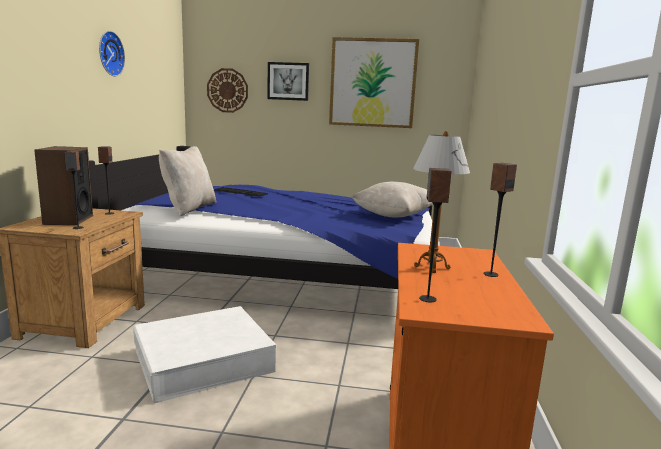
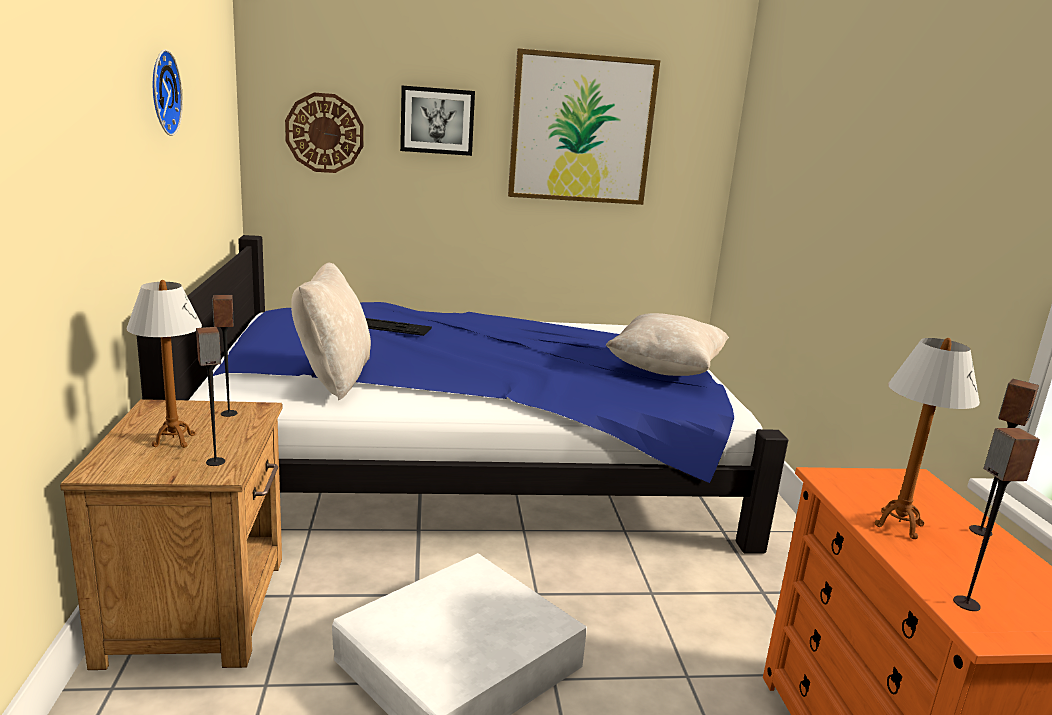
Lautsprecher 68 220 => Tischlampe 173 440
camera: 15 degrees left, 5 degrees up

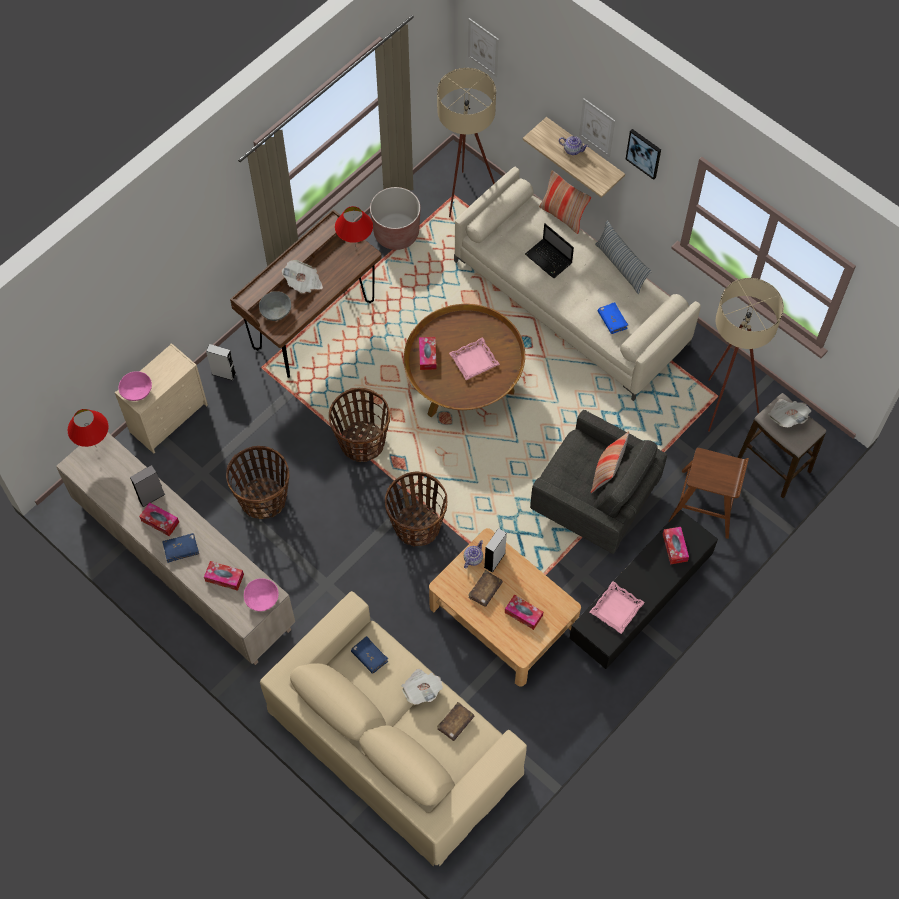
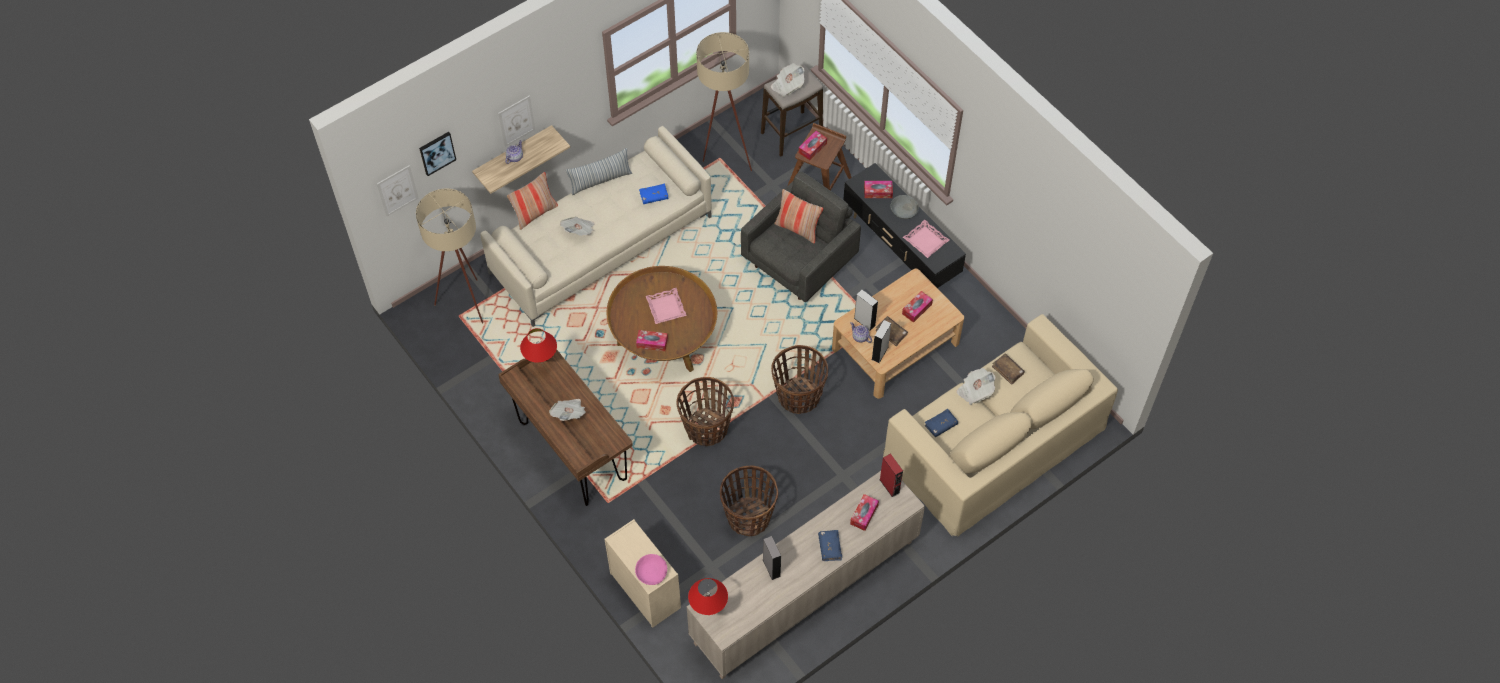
Taschentuchbox 160 521 => Taschentuchbox 812 148, moved
Lautsprecher (grau) 224 373 => Lautsprecher (grau) 880 353, moved
Schüssel (rosa) 262 599 => Lautsprecher (rot) 889 486
Schüssel (grau) 276 311 => Schüssel (grau) 903 212, moved
Pflanzkübel (braun) 396 233 => nothing
Laptop 549 259 => Zeitung 579 231
Bild 644 153 => Bild 437 153, moved
camera: 80 degrees left, 5 degrees down

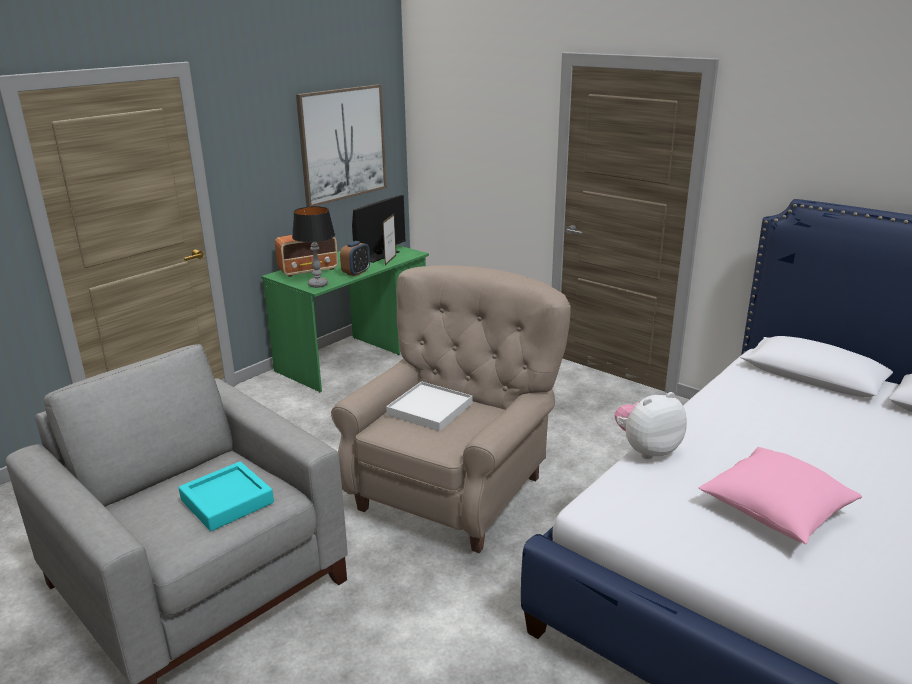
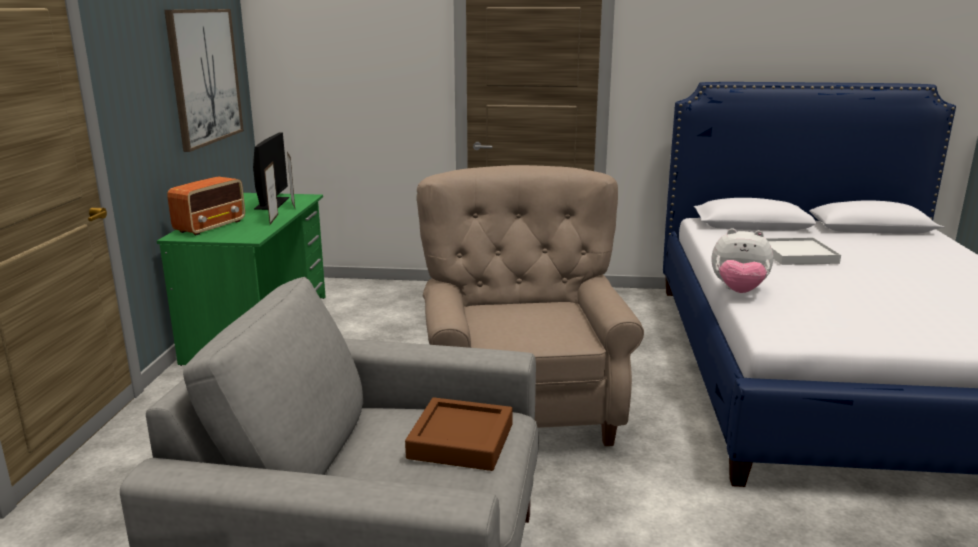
Tablett (türkis) 227 501 => Tablett (braun) 461 441
Tischlampe 318 284 => nothing
Wecker 356 273 => Bilderrahmen 274 220
Tablett (weiß) 429 409 => Tablett (weiß) 797 255, moved
Plüschtier 646 450 => Plüschtier 738 291, 105 degrees counterclockwise
Kissen (rosa) 774 512 => nothing
camera: 35 degrees left, 5 degrees down

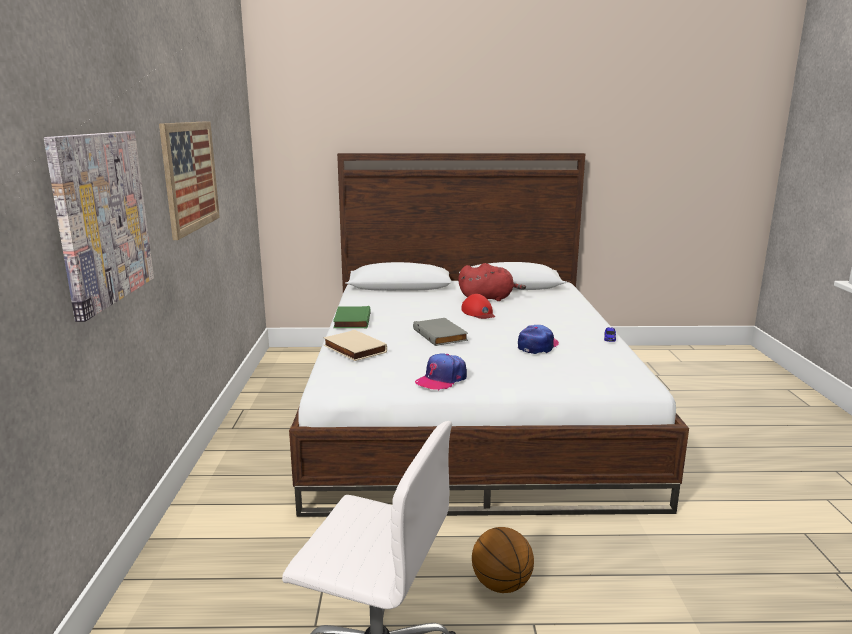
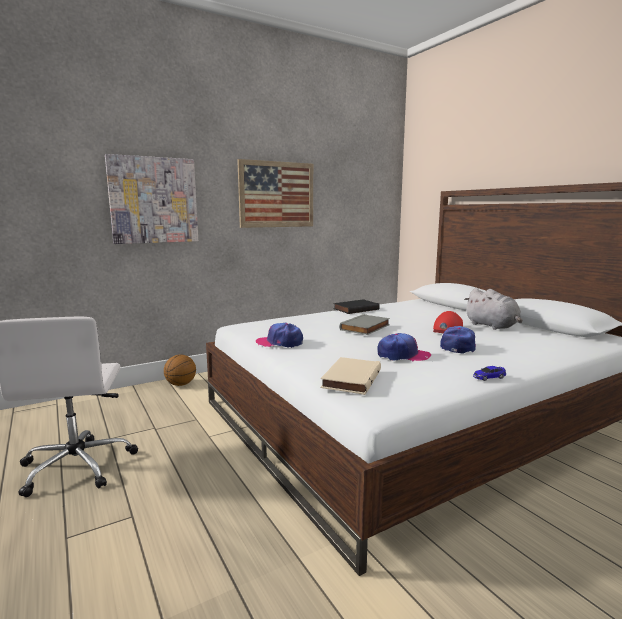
Buch (beige) 353 349 => Buch (beige) 350 379, moved
Buch (grün) 351 320 => Buch (schwarz) 355 309
Plüschtier (rot) 488 298 => Plüschtier (grau) 492 326
Basketball 501 584 => Basketball 181 384, moved
nothing => Kappe 458 346
camera: 60 degrees right, 5 degrees down

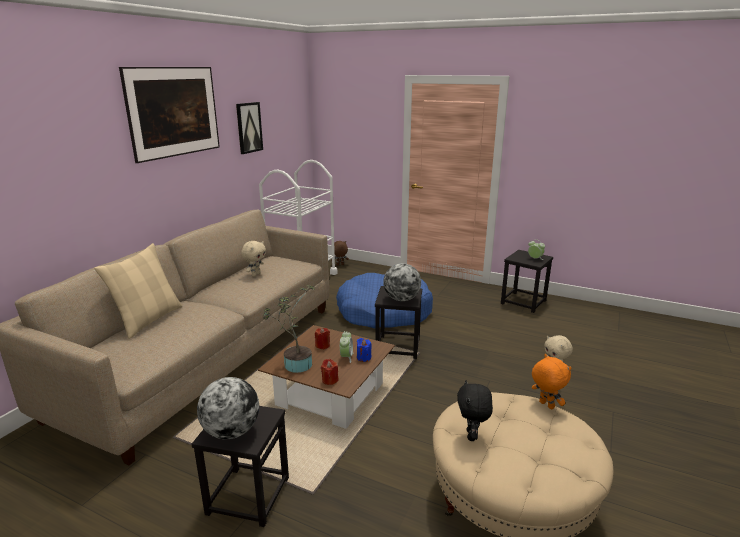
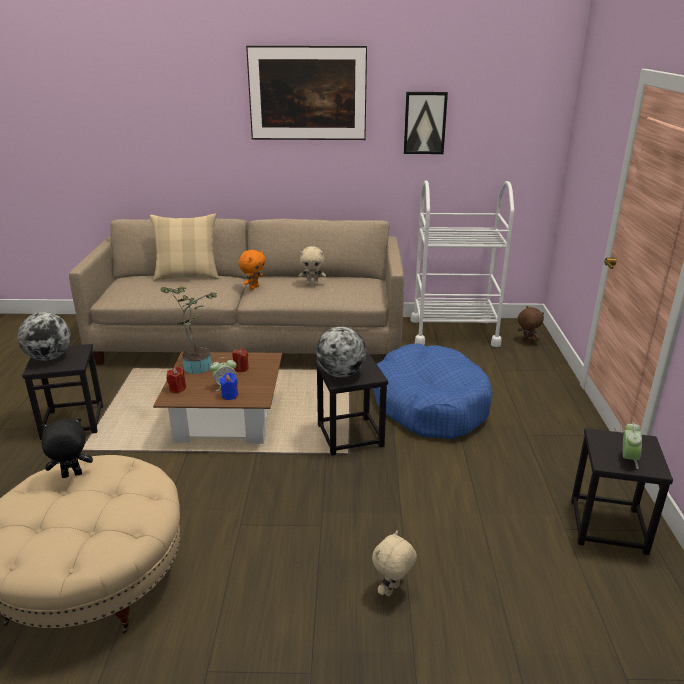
Plüschtier (orange) 545 405 => Plüschtier (orange) 253 288, moved
camera: 65 degrees right, 5 degrees up

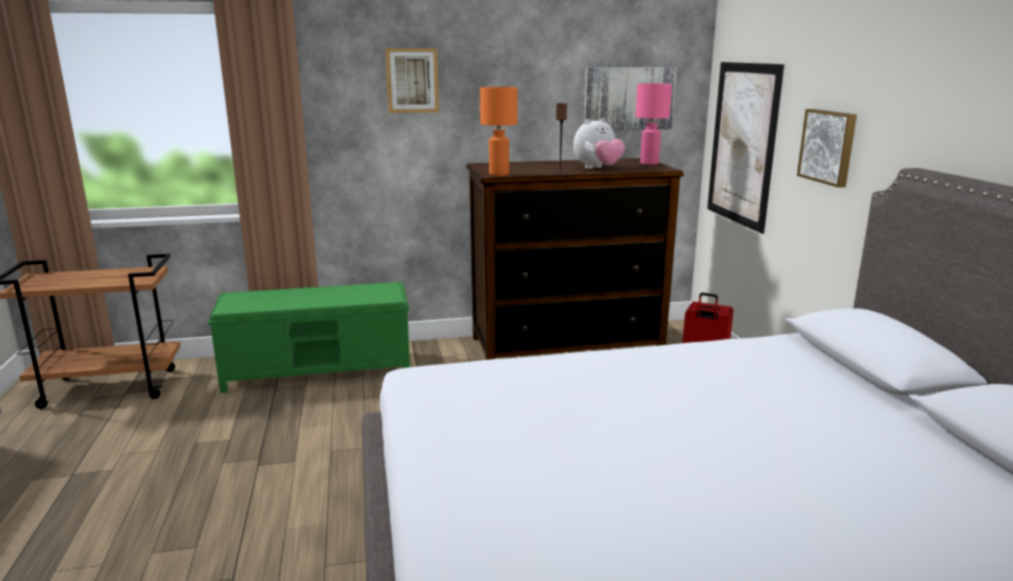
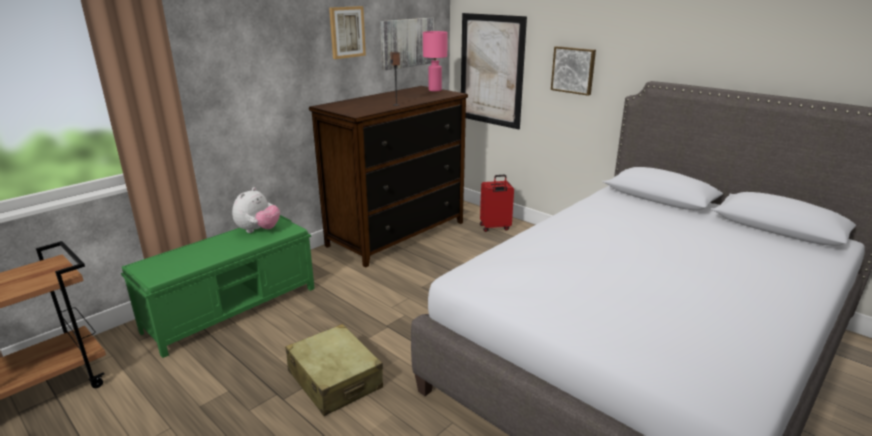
Bild 412 80 => Bild 347 32, moved
Tischlampe (orange) 498 174 => nothing
Plüschtier 597 168 => Plüschtier 258 230, moved
nothing => Koffer (beige) 335 380
camera: 35 degrees left, 5 degrees up

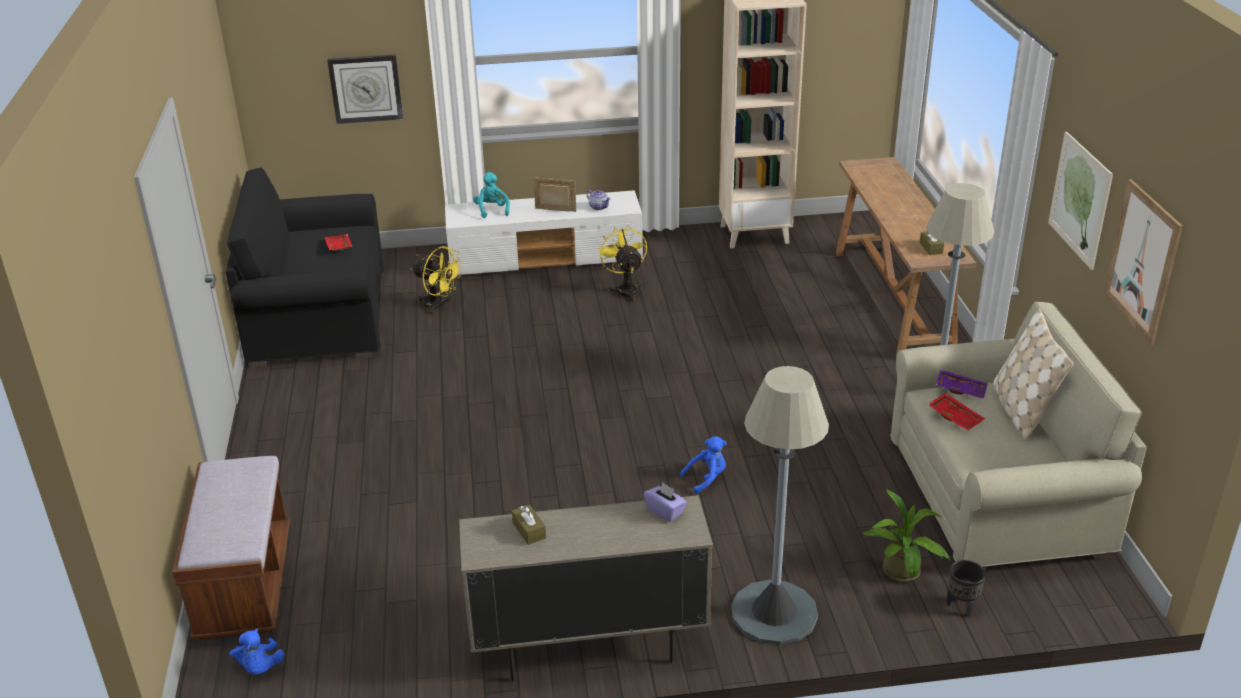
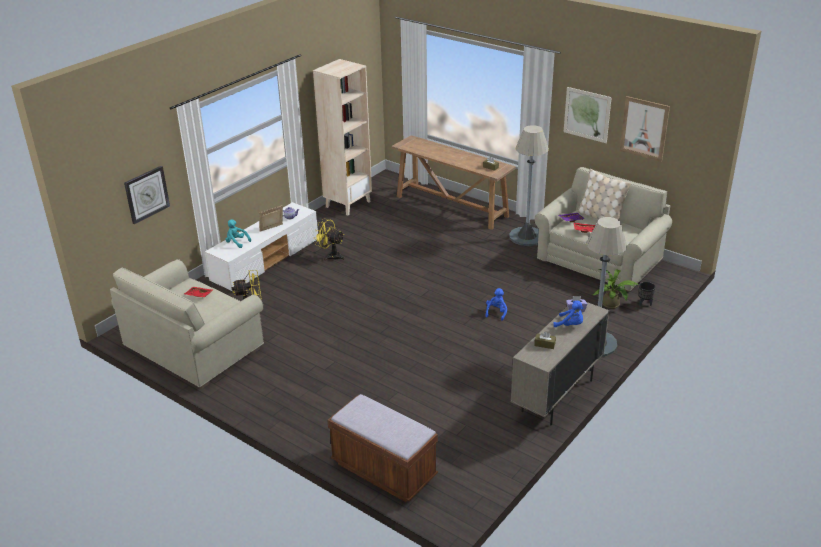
Sofa (schwarz) 319 317 => Sofa (beige) 193 347
Plüschtier (blau) 260 667 => Plüschtier (blau) 570 325, moved
camera: 45 degrees left, 0 degrees up

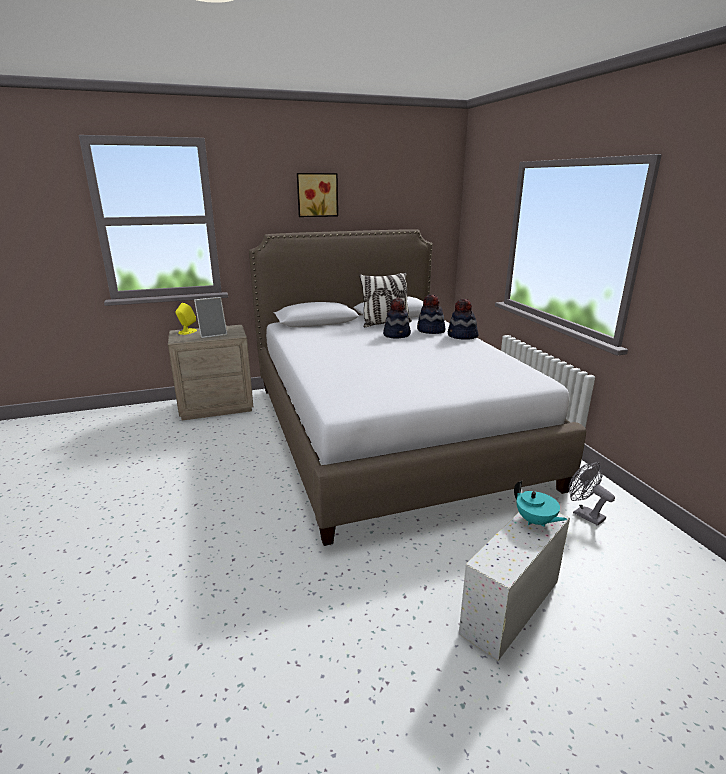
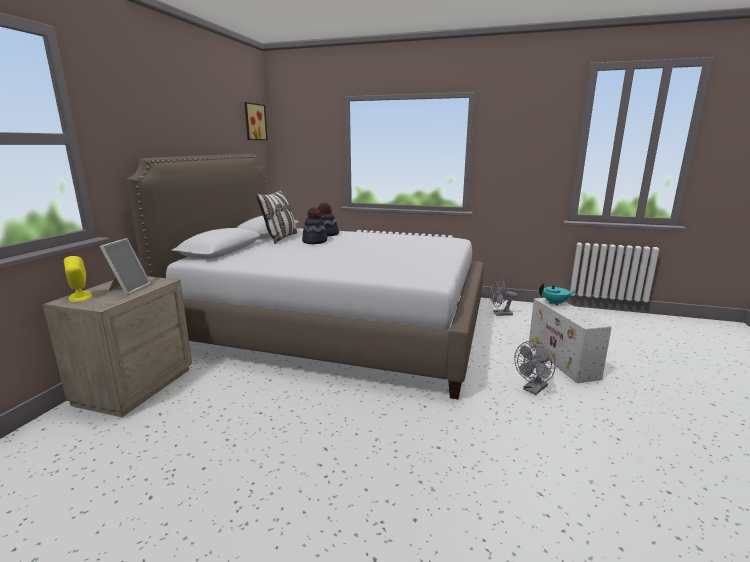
Bild 317 195 => Bild 254 122, moved
Hut 462 336 => nothing
nothing => Ventilator (grau) 533 390
camera: 55 degrees left, 5 degrees down

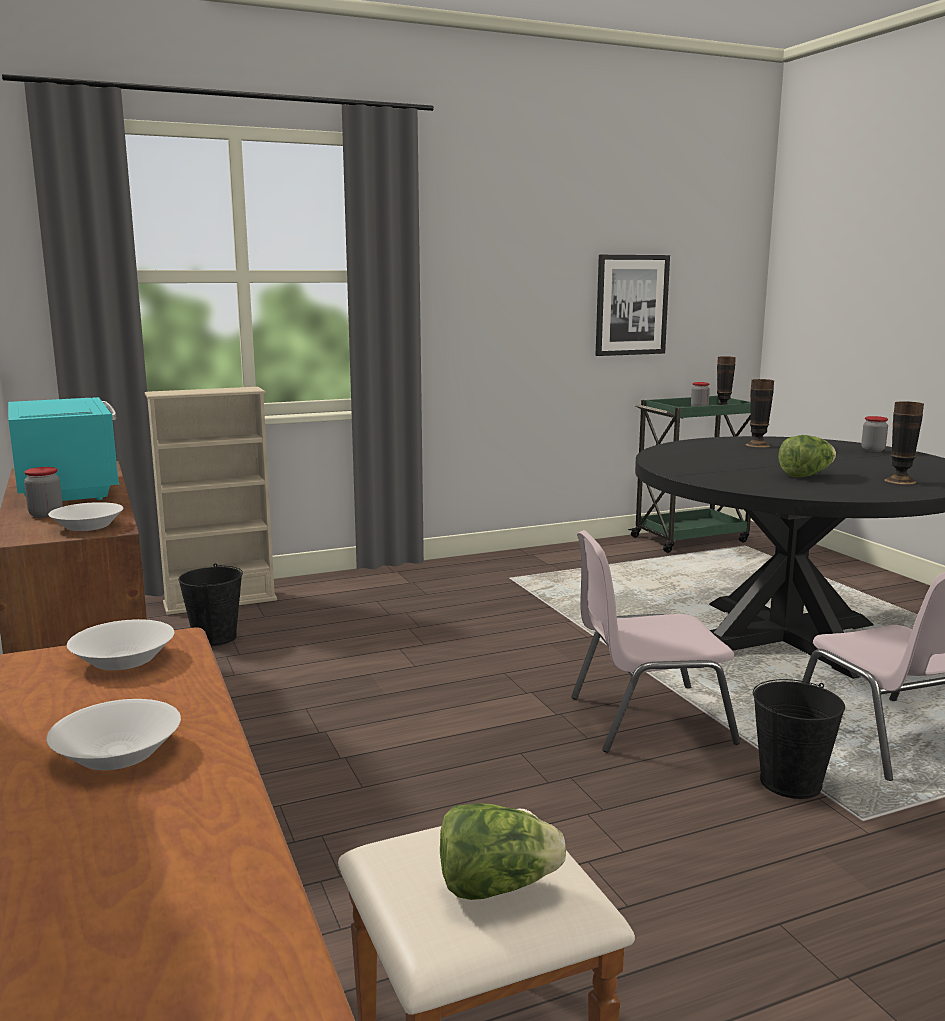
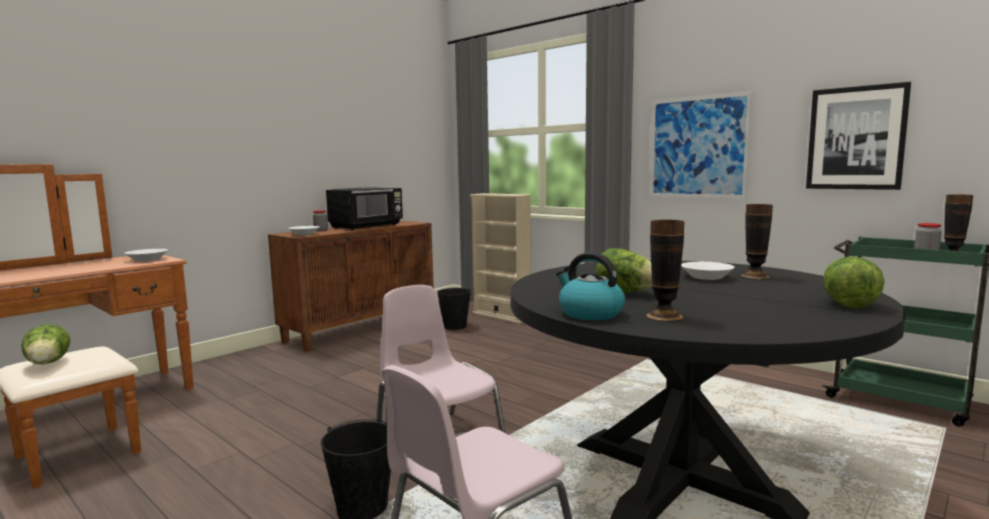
Mikrowelle (türkis) 68 489 => Mikrowelle (schwarz) 367 226
Schüssel (weiß) 118 754 => Schüssel (weiß) 706 277, moved
Vorratsglas 872 450 => Salatkopf 846 303
nothing => Wasserkessel 589 313
nothing => Bild 698 147
camera: 65 degrees right, 5 degrees down

